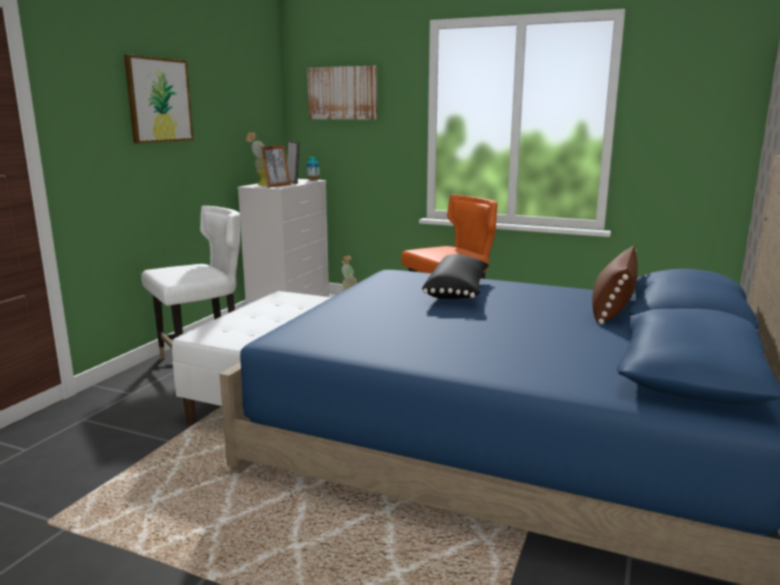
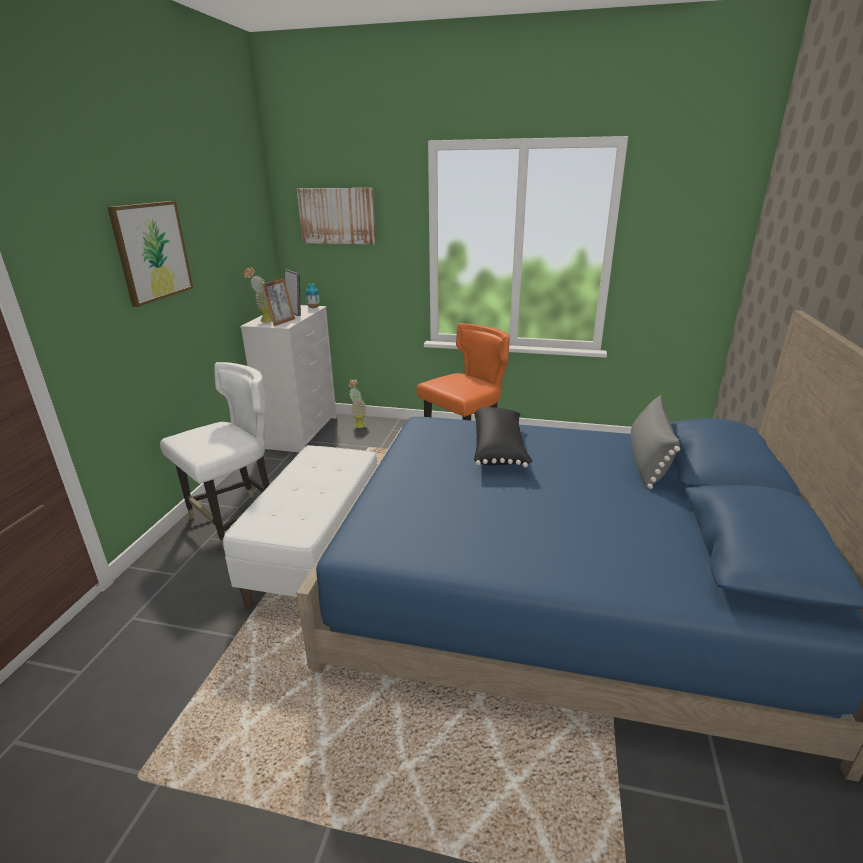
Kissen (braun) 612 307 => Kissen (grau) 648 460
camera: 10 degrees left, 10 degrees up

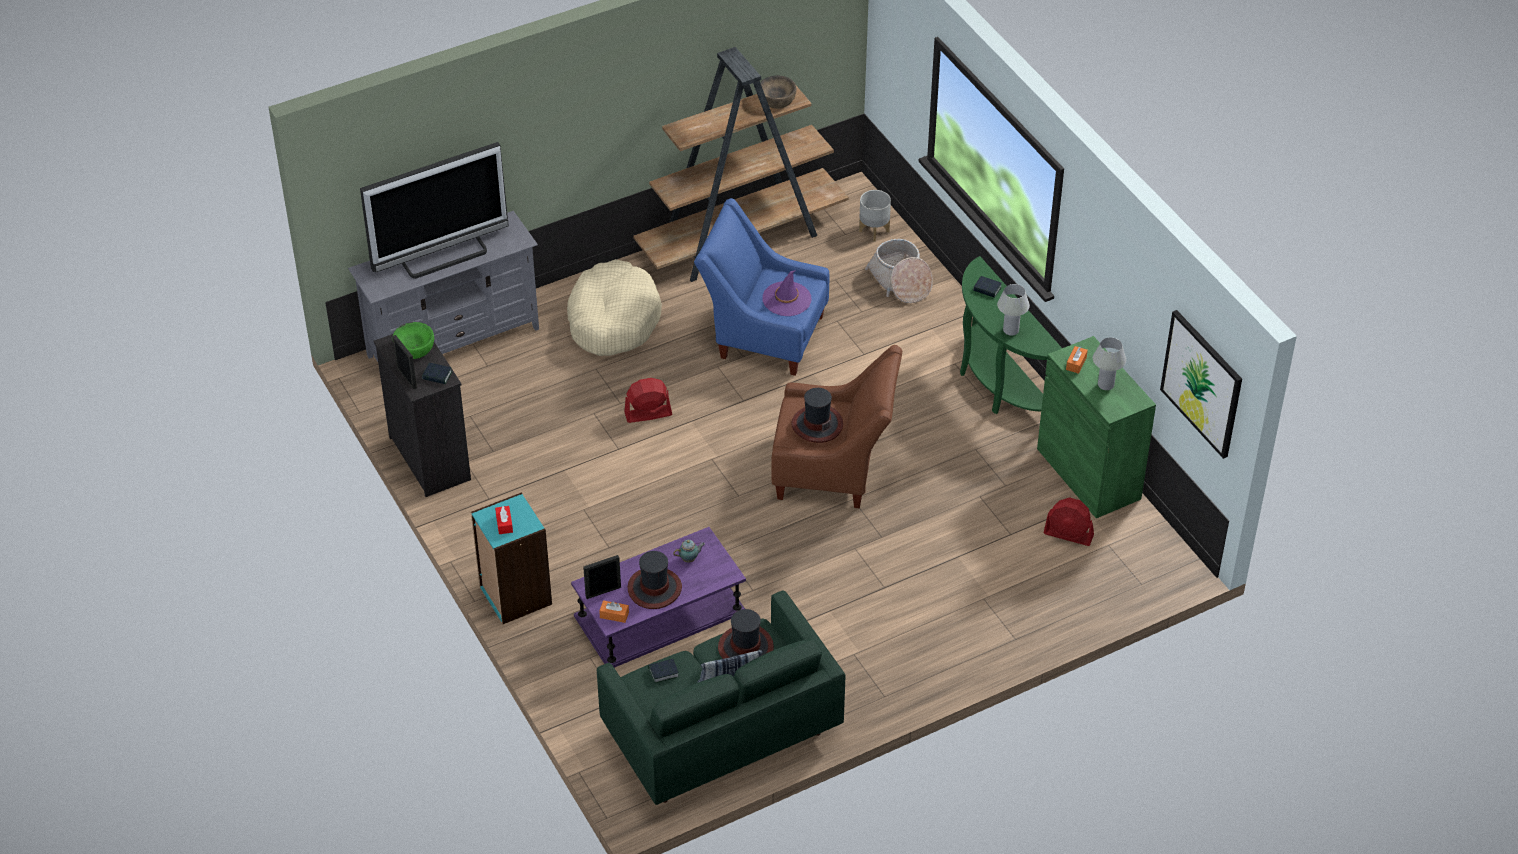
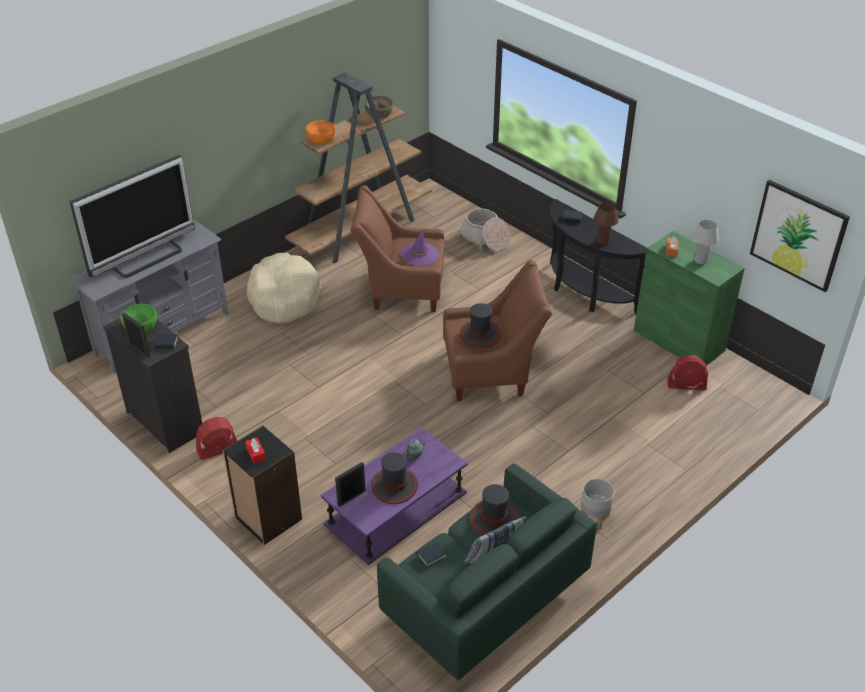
Bücherregal (türkis) 514 595 => Bücherregal (schwarz) 267 518
Taschentuchbox (orange) 614 615 => nothing
Ventilator (rot) 648 413 => Ventilator (rot) 217 449, moved
Sessel (blau) 763 334 => Sessel (braun) 400 289
Pflanzkübel (grau) 874 231 => Pflanzkübel (grau) 594 518, moved
Konsolentisch (grün) 997 384 => Konsolentisch (schwarz) 584 293
Tischlampe (weiß) 1011 330 => Tischlampe (braun) 603 241
nothing => Schüssel (orange) 321 138
camera: 15 degrees left, 5 degrees down

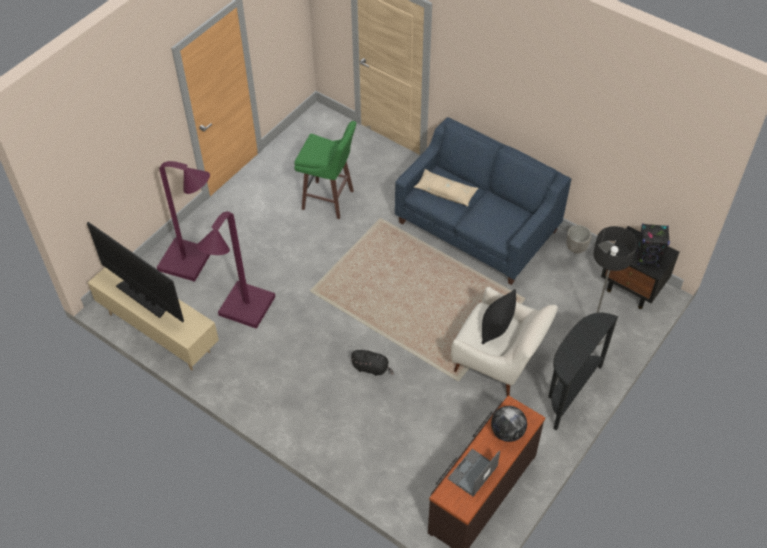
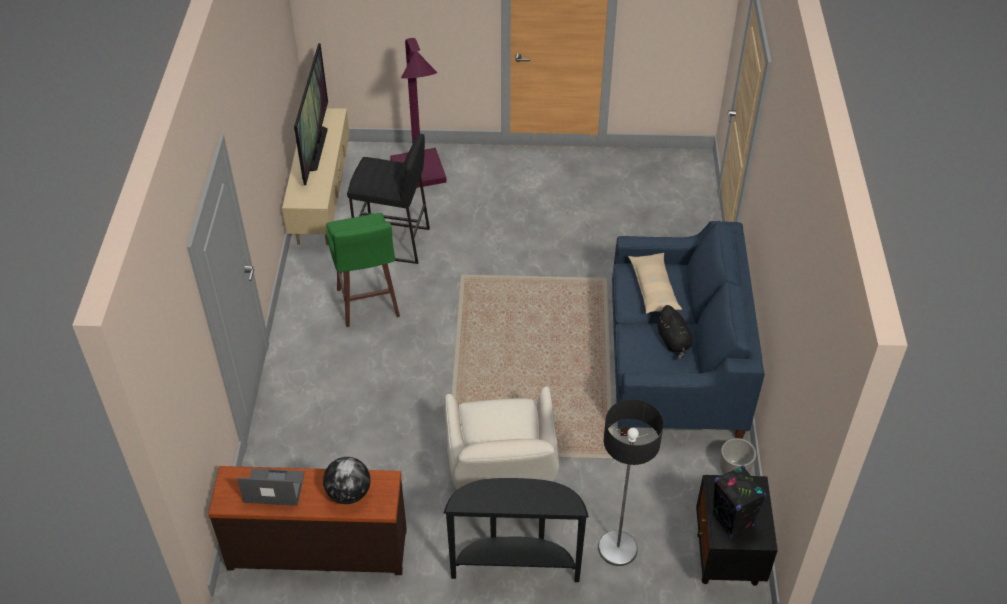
Stehlampe (lila) 243 312 => Hocker (schwarz) 393 242
Hocker (grün) 329 201 => Hocker (grün) 368 304, moved
Plüschtier (schwarz) 372 368 => Plüschtier (schwarz) 673 341, moved
Kissen (schwarz) 496 328 => nothing
camera: 55 degrees right, 5 degrees down

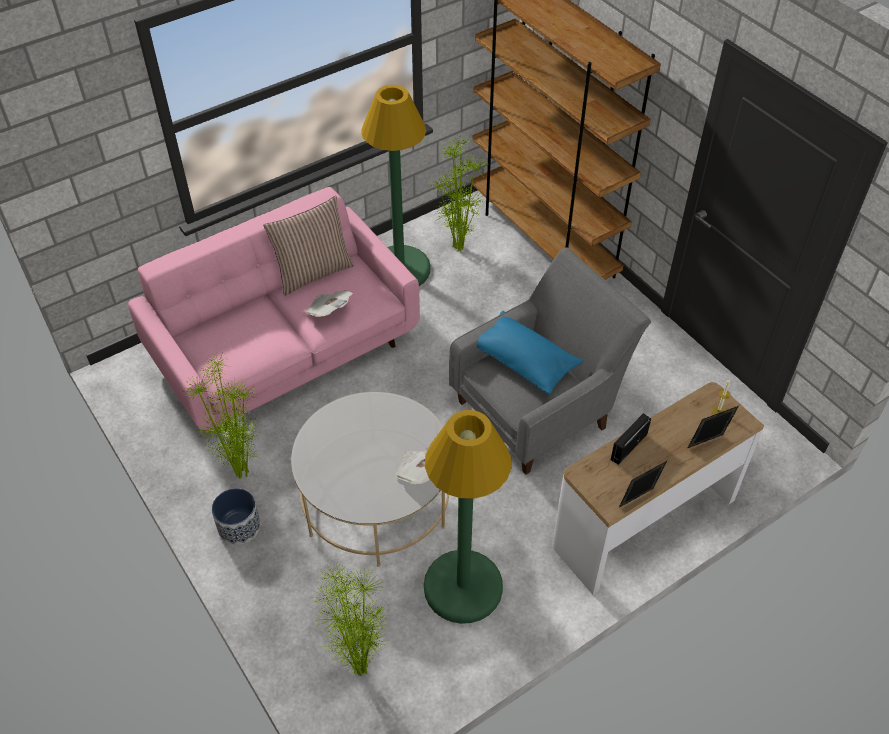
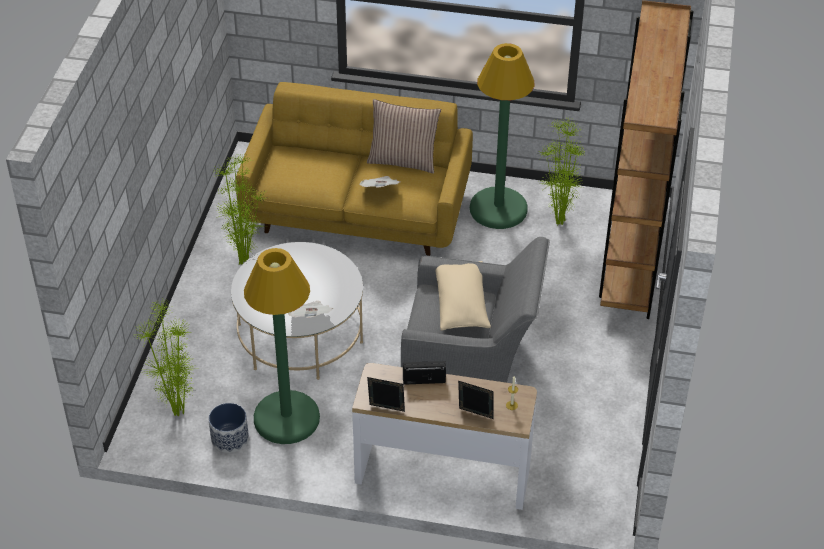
Sofa (rosa) 285 351 => Sofa (gelb) 357 210
Pflanzkübel 239 527 => Pflanzkübel 229 438, moved
Kissen (blau) 524 361 => Kissen (beige) 461 304
camera: 45 degrees right, 5 degrees down

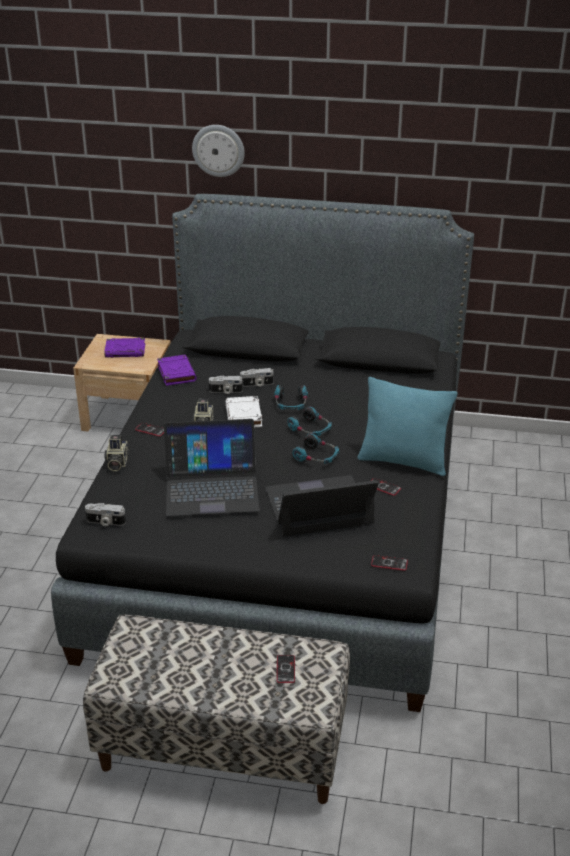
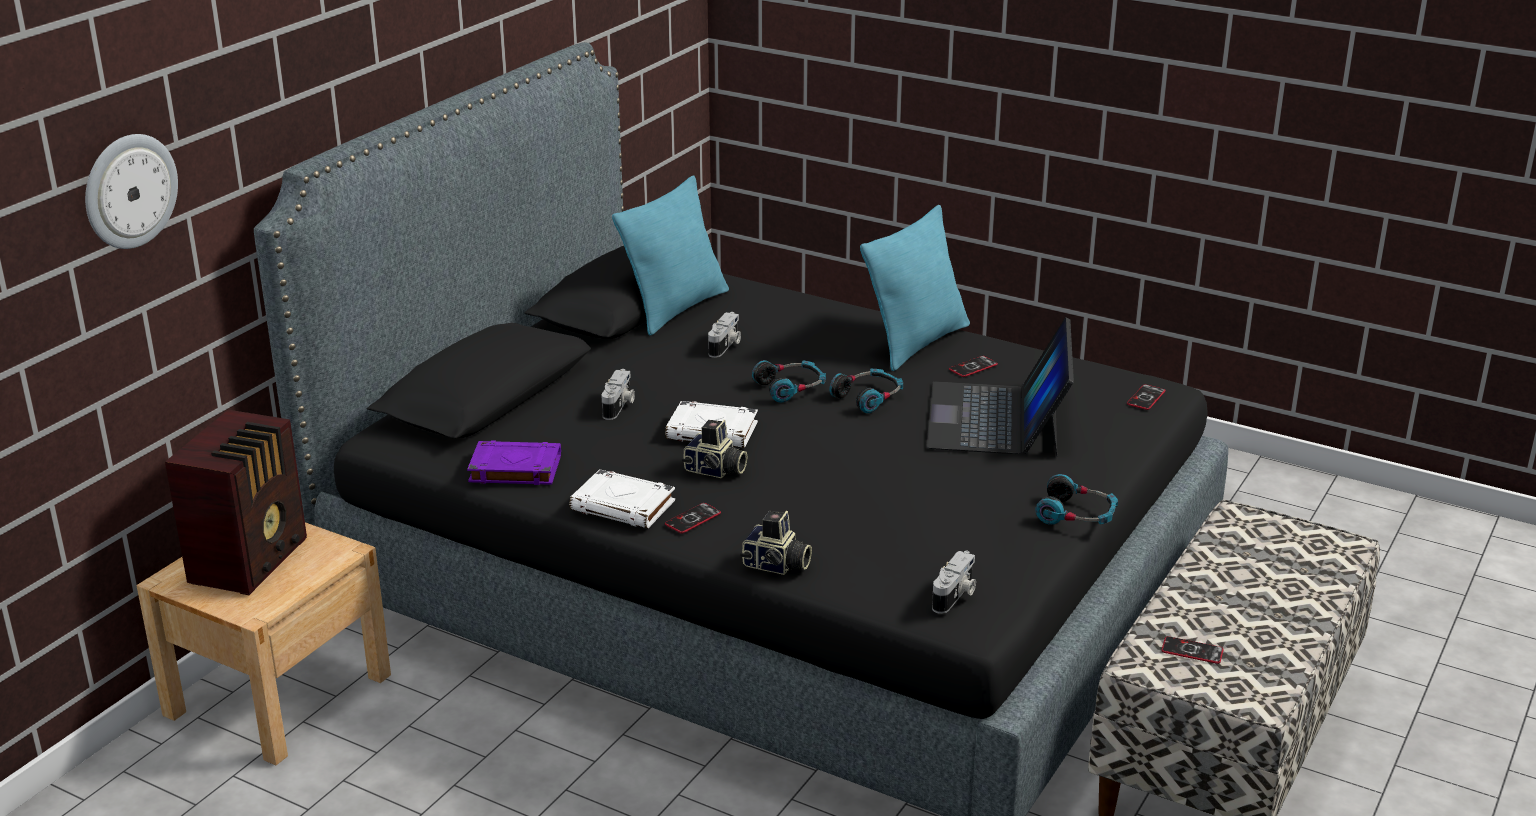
Buch (lila) 125 351 => Radio 252 560
Laptop 212 488 => nothing
Wanduhr 218 150 => Wanduhr 129 191, moved
Kamera 225 391 => Kamera 725 346, moved
Kopfhörer 290 404 => Kopfhörer 1076 515, moved
Handy 285 669 => Handy 1192 651, moved
nothing => Buch (weiß) 624 506
nothing => Kissen (türkis) 675 308
camera: 70 degrees left, 5 degrees down

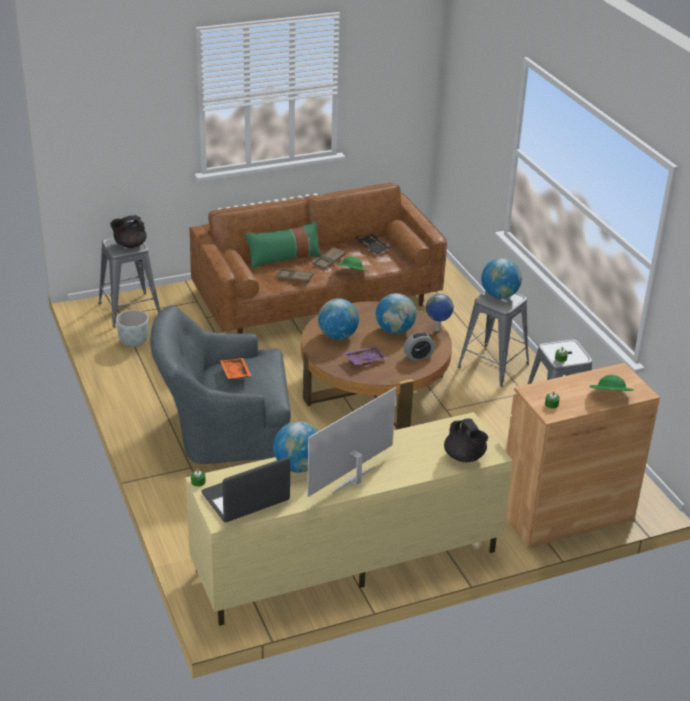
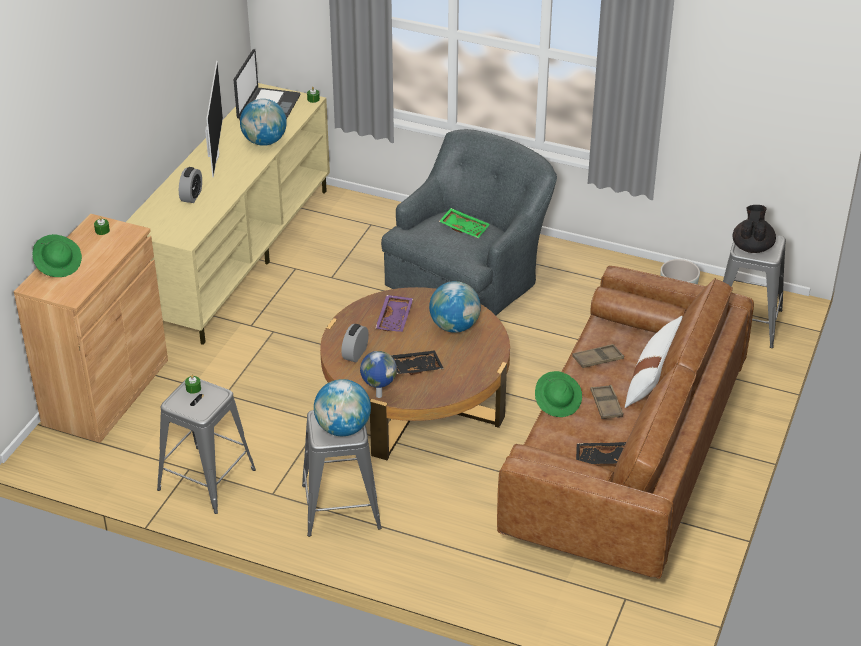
Tablett (orange) 234 373 => Tablett (grün) 464 228
Kissen (grün) 284 258 => Kissen (weiß) 651 378
Globus 395 330 => Tablett (schwarz) 415 367
Teekanne (schwarz) 465 457 => nothing
nothing => Wecker 191 196
camera: 135 degrees right, 5 degrees up

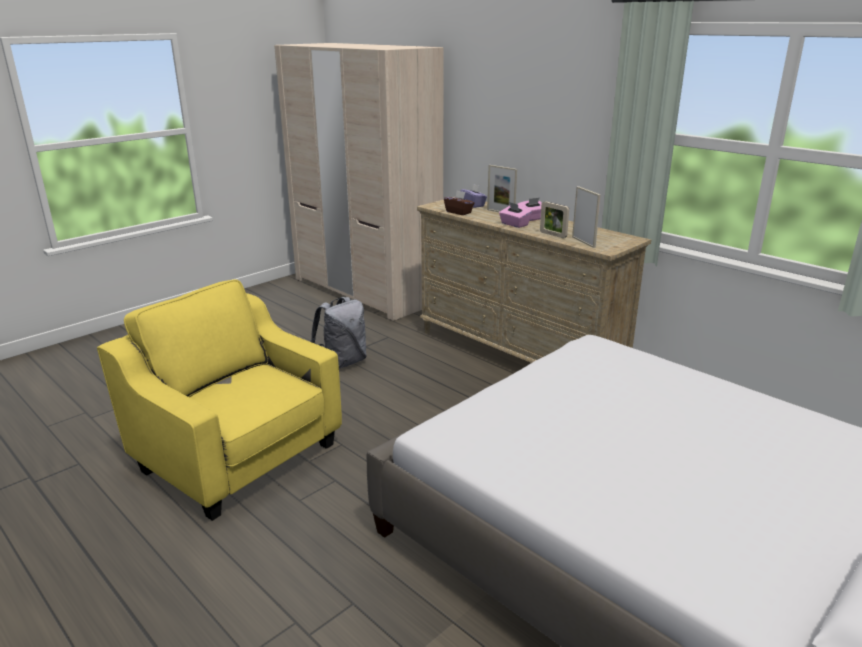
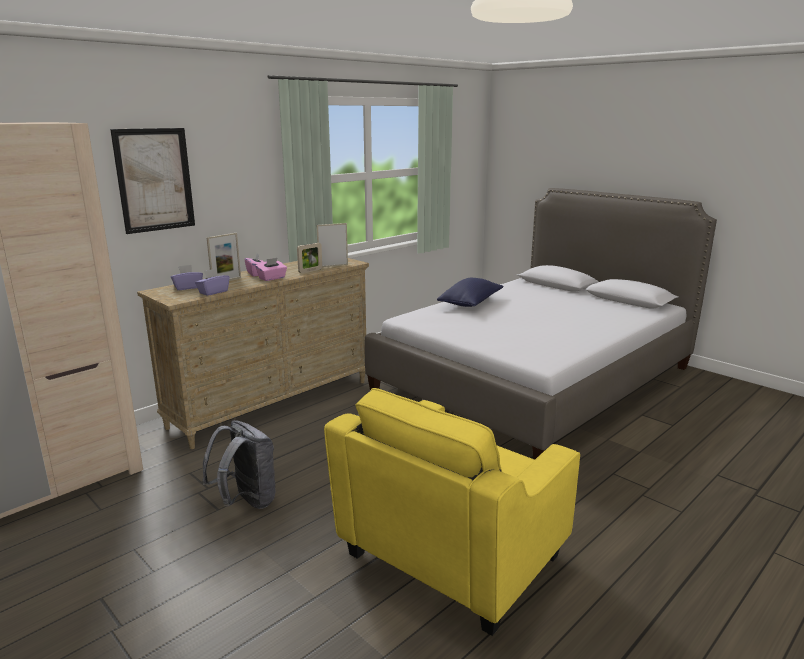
Taschentuchbox (braun) 459 212 => Taschentuchbox (lila) 213 292
nothing => Bild 154 180
nothing => Kissen (blau) 470 303
camera: 90 degrees left, 5 degrees down

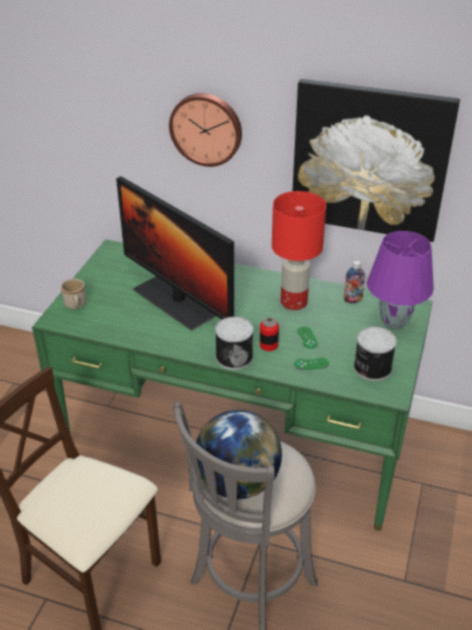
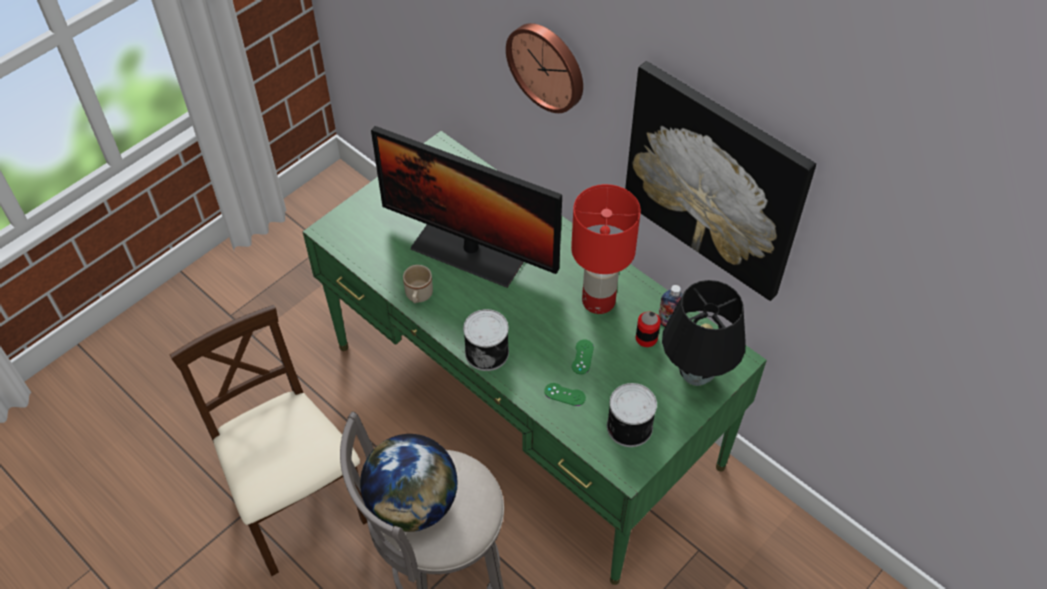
Henkelbecher (beige) 76 305 => Henkelbecher (beige) 418 296, moved
Monitor 177 301 => Monitor 469 251, 45 degrees counterclockwise
Dose 268 345 => Dose 646 338, moved
Tischlampe (lila) 394 323 => Tischlampe (schwarz) 697 374
camera: 25 degrees right, 15 degrees up

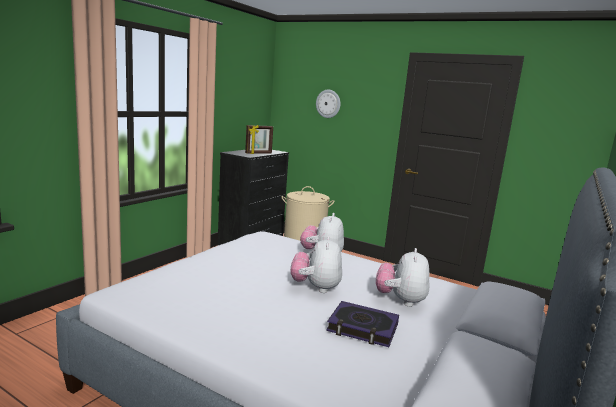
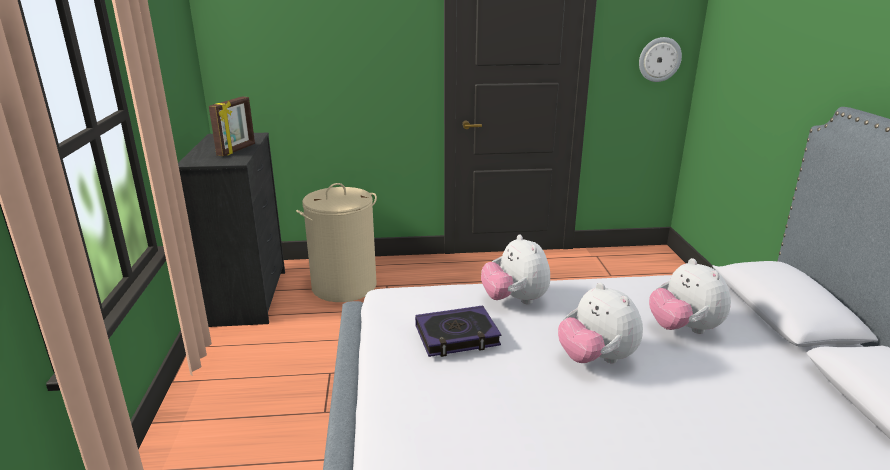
Wanduhr 328 103 => Wanduhr 659 59, moved
Buch 362 328 => Buch 457 336, moved
camera: 35 degrees left, 10 degrees up

